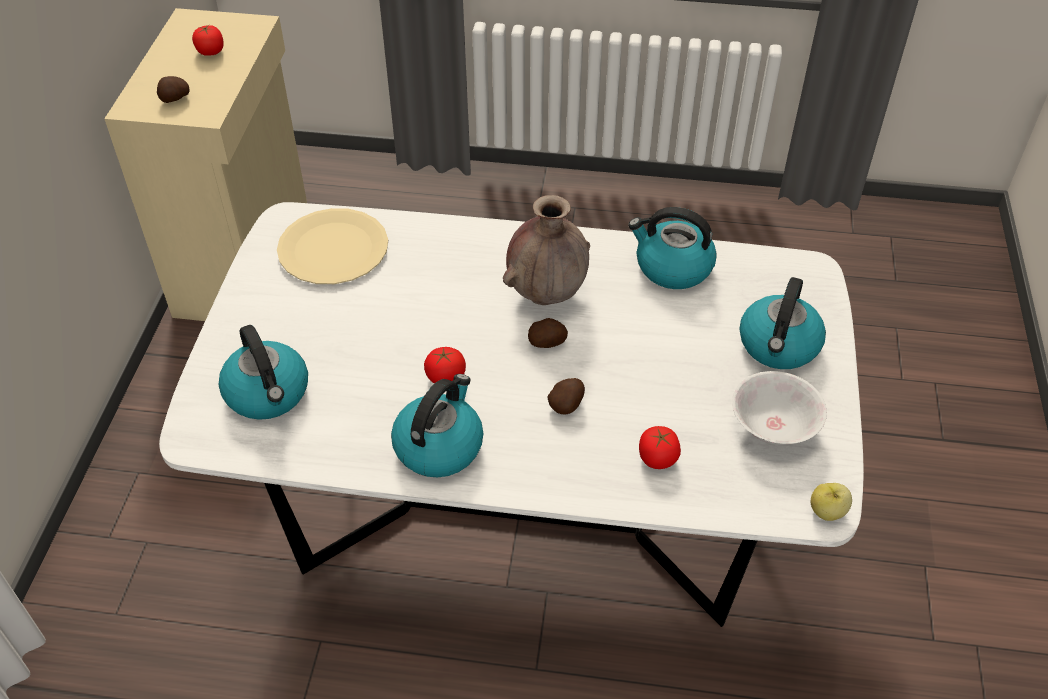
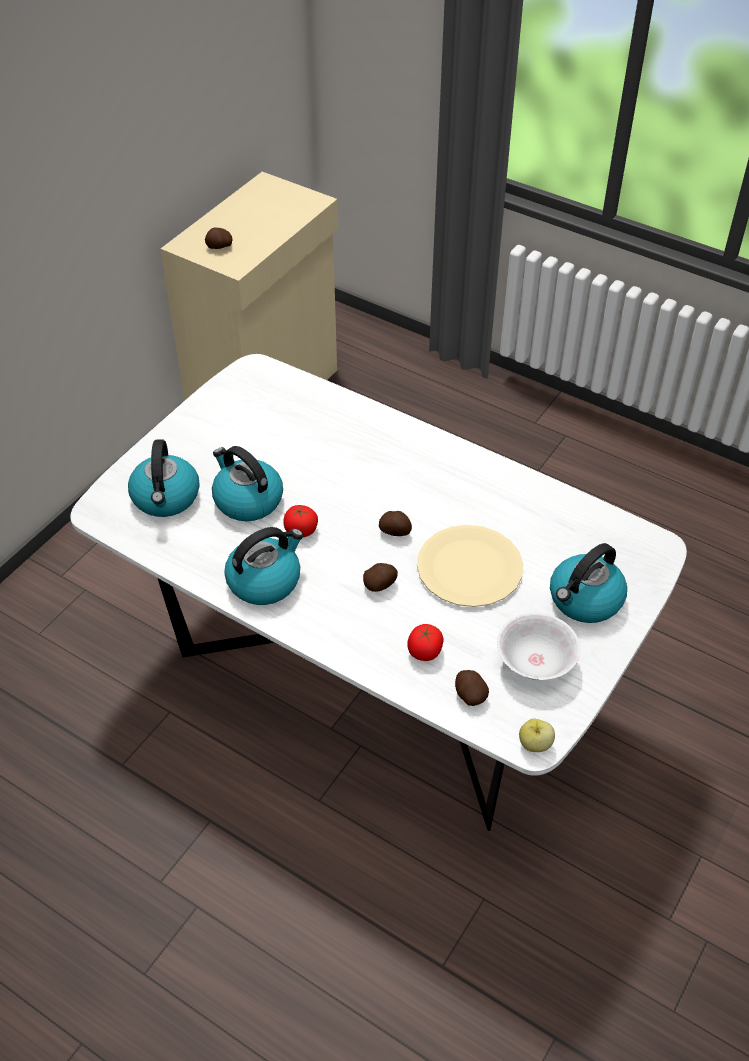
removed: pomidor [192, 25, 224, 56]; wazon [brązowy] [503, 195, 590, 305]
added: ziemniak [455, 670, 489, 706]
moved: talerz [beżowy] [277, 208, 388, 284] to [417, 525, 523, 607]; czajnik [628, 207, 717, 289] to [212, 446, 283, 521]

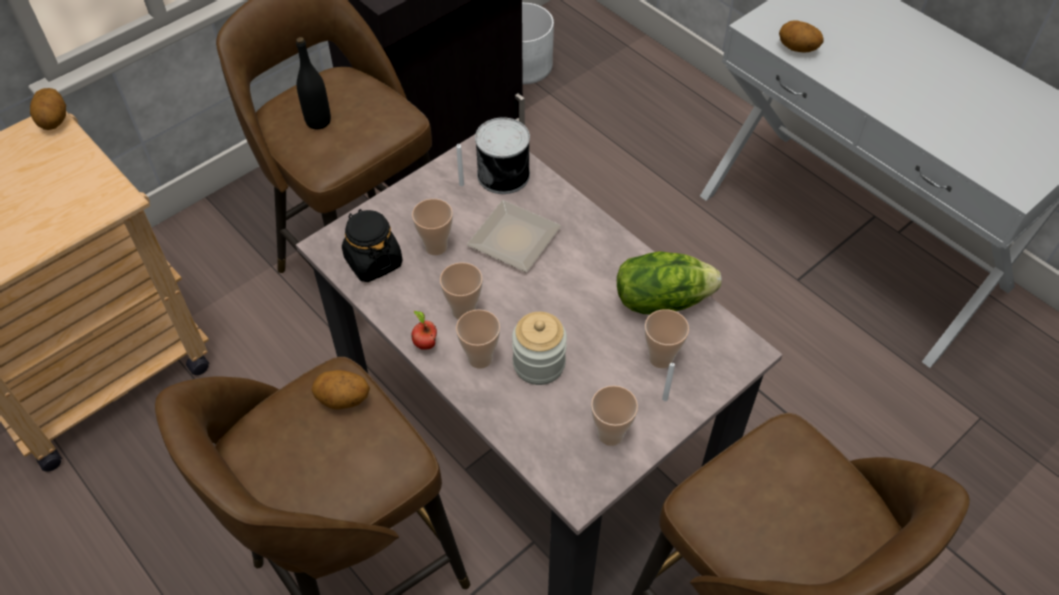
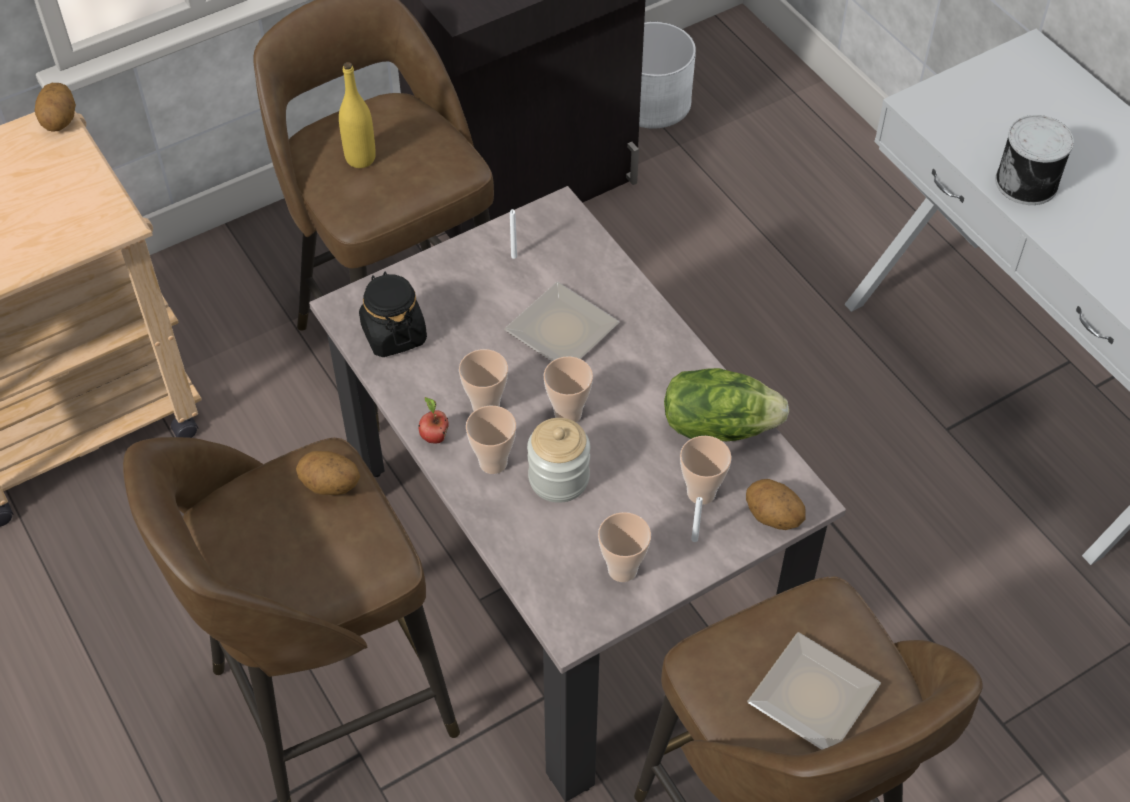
added: talerz [747, 632, 881, 750]
moved: filiżanka [412, 199, 453, 255] to [544, 356, 593, 422]; puszka [475, 117, 530, 194] to [995, 115, 1074, 205]; ziemniak [779, 20, 824, 52] to [746, 479, 806, 530]
recoloured: butelka [czarny] [296, 37, 331, 129] to butelka [żółty] [339, 62, 376, 168]

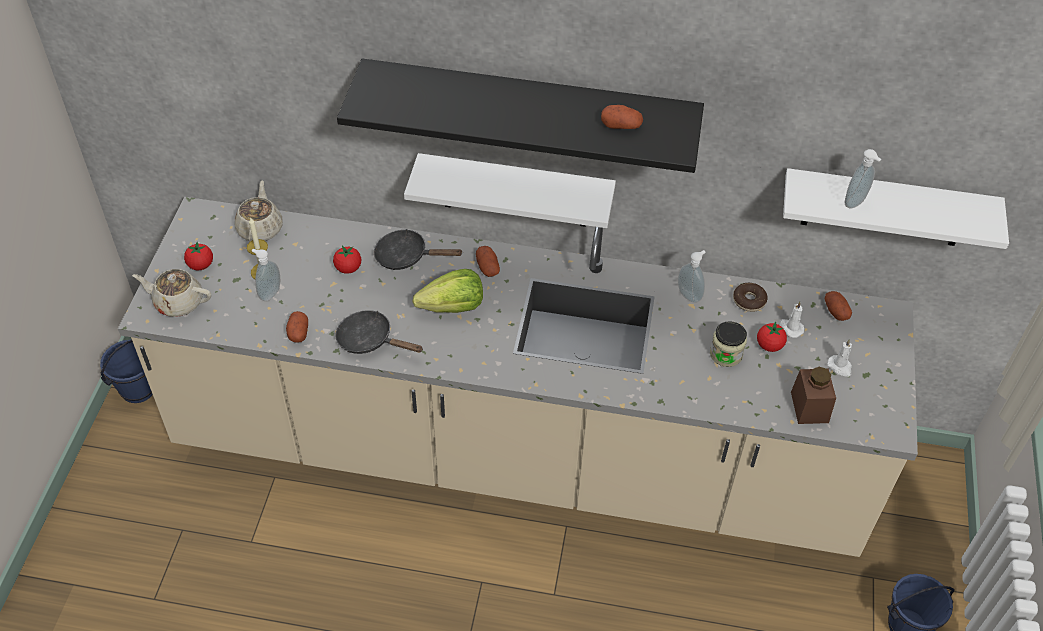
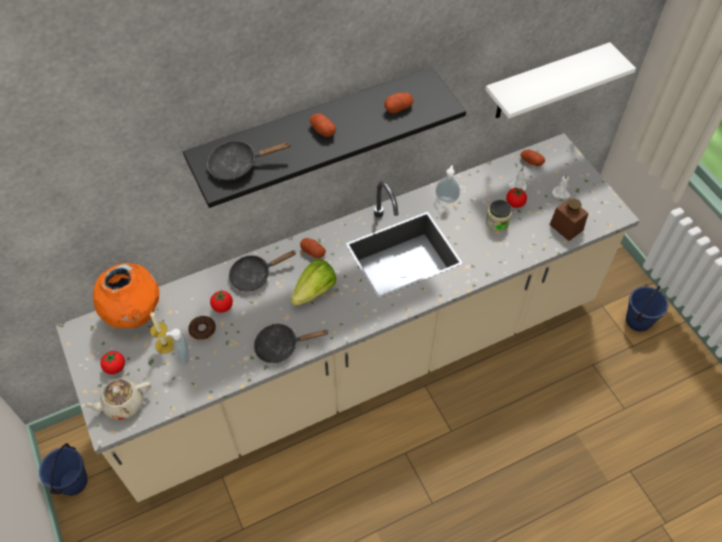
removed: półka [biały] [404, 153, 616, 228]; dozownik mydła [844, 149, 882, 209]
added: patelnia [czarny] [207, 141, 292, 181]
moved: ziemniak [286, 311, 308, 343] to [310, 113, 336, 137]; donut [733, 283, 768, 312] to [188, 316, 216, 341]
replaced: imbryk [beżowy] [235, 180, 283, 242] to wazon [pomarańczowy] [93, 263, 159, 328]

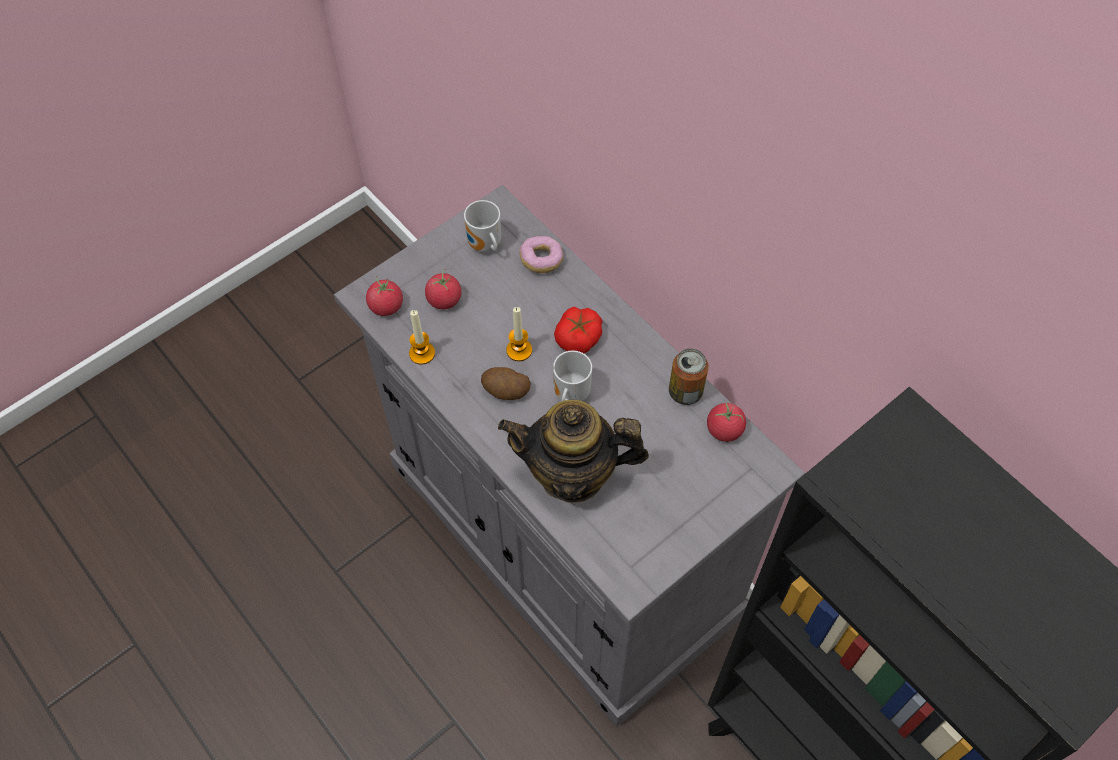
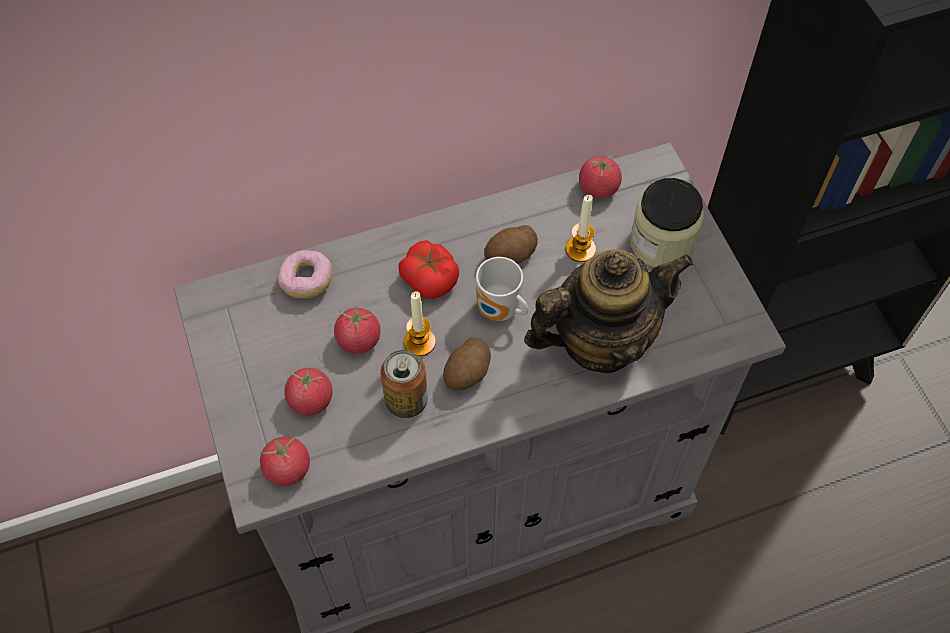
removed: kubek [464, 200, 501, 252]
added: pomidor [334, 306, 381, 354]; ziemniak [484, 225, 538, 264]; słoik [630, 178, 704, 267]
moved: świeca [409, 310, 435, 364] to [566, 195, 596, 262]; puszka [669, 348, 708, 405] to [380, 350, 428, 418]
turned: imbryk [498, 400, 649, 502] = [524, 249, 694, 373] 135 degrees counterclockwise

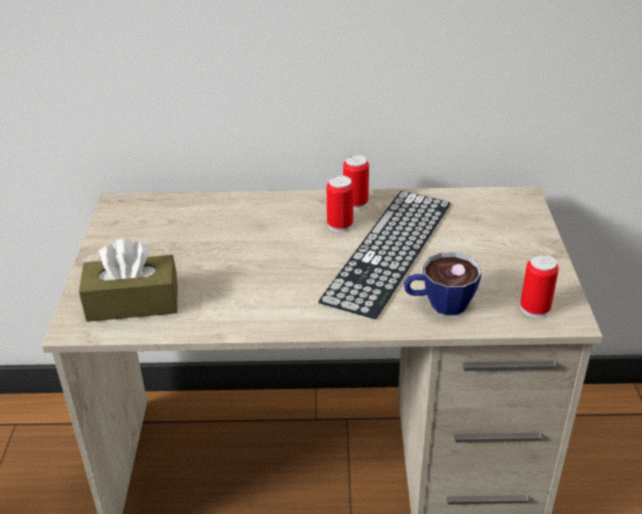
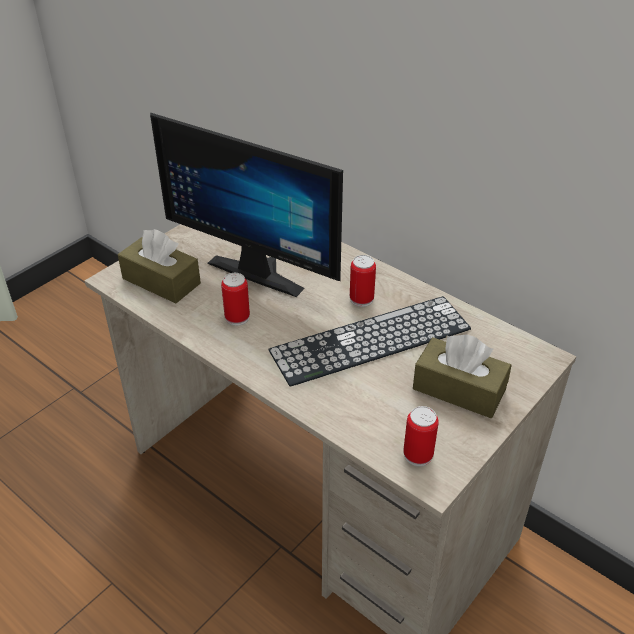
removed: filiżanka [404, 252, 481, 315]
added: monitor [150, 112, 343, 297]; pudełko chusteczek [brązowy] [413, 335, 512, 418]
moved: puszka [343, 155, 369, 210] to [221, 273, 250, 326]

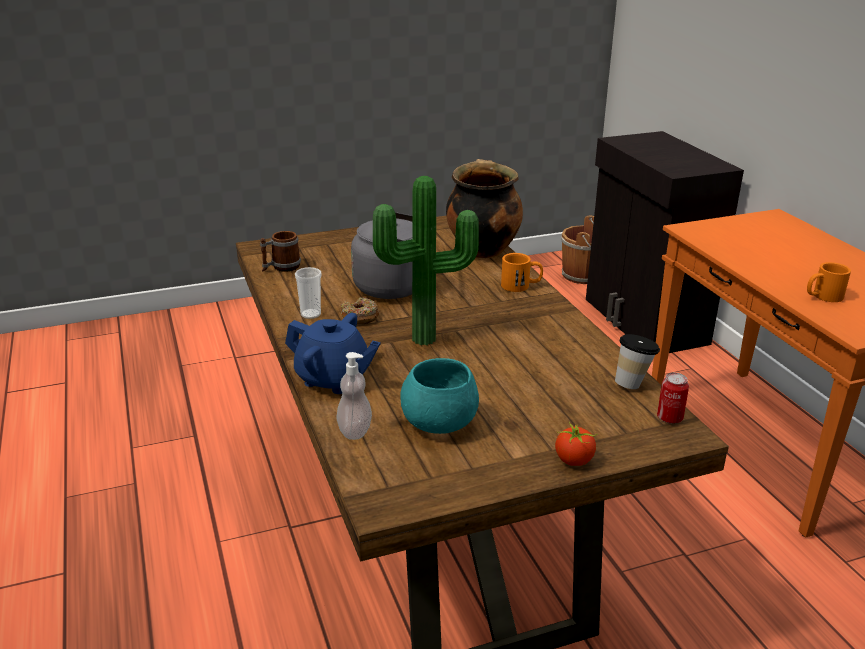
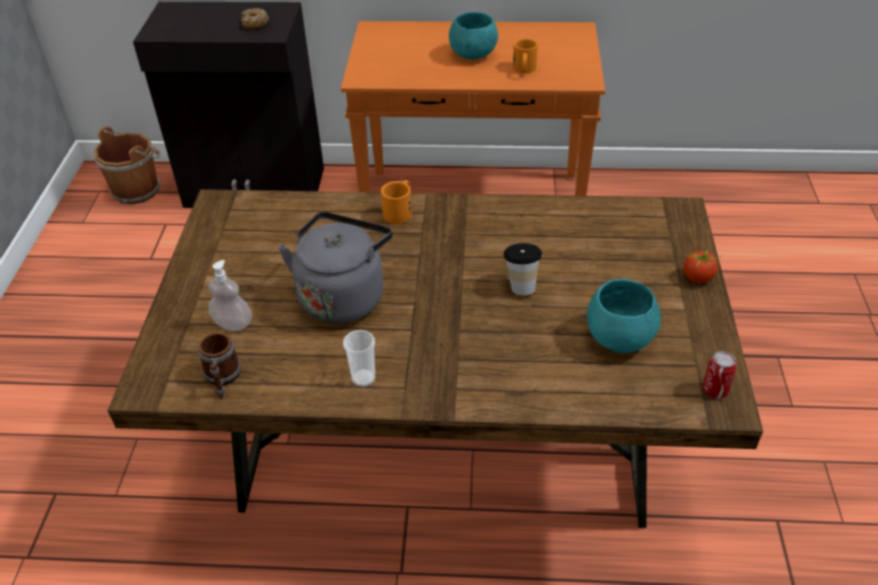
removed: imbryk [niebieski] [285, 313, 381, 394]; roślina doniczkowa [373, 176, 479, 345]; garnek [446, 159, 523, 259]
added: miska [turkusowy] [449, 12, 498, 59]
moved: dozownik mydła [337, 352, 372, 440] to [208, 260, 252, 331]; donut [340, 297, 379, 325] to [241, 8, 269, 29]; filiżanka [615, 334, 660, 389] to [503, 243, 542, 296]; puszka [657, 373, 689, 424] to [702, 351, 737, 399]

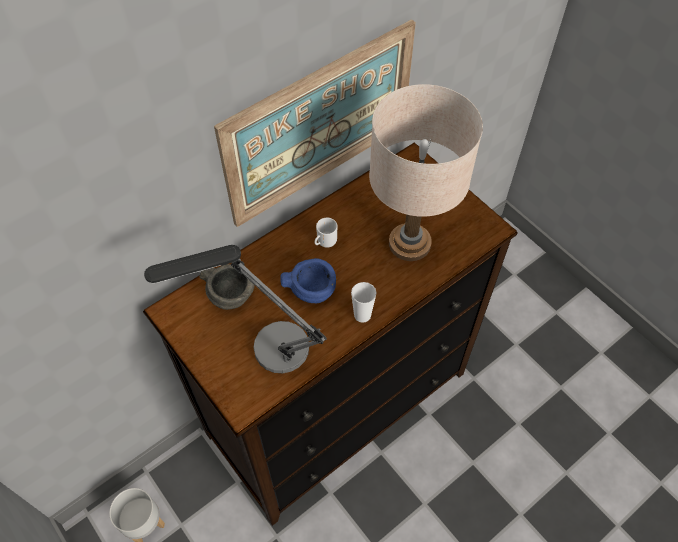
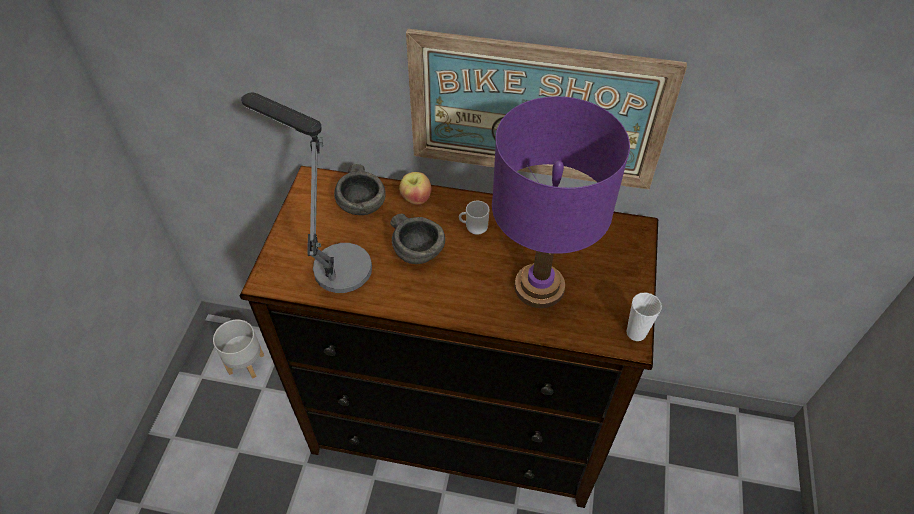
added: jabłko [399, 172, 431, 205]
moved: filiżanka [351, 282, 377, 323] to [626, 292, 662, 341]
recoloured: miska [niebieski] [280, 258, 336, 303] to miska [szary] [390, 213, 445, 264]; lampa stołowa [beżowy] [369, 84, 483, 261] to lampa stołowa [fioletowy] [492, 96, 630, 308]

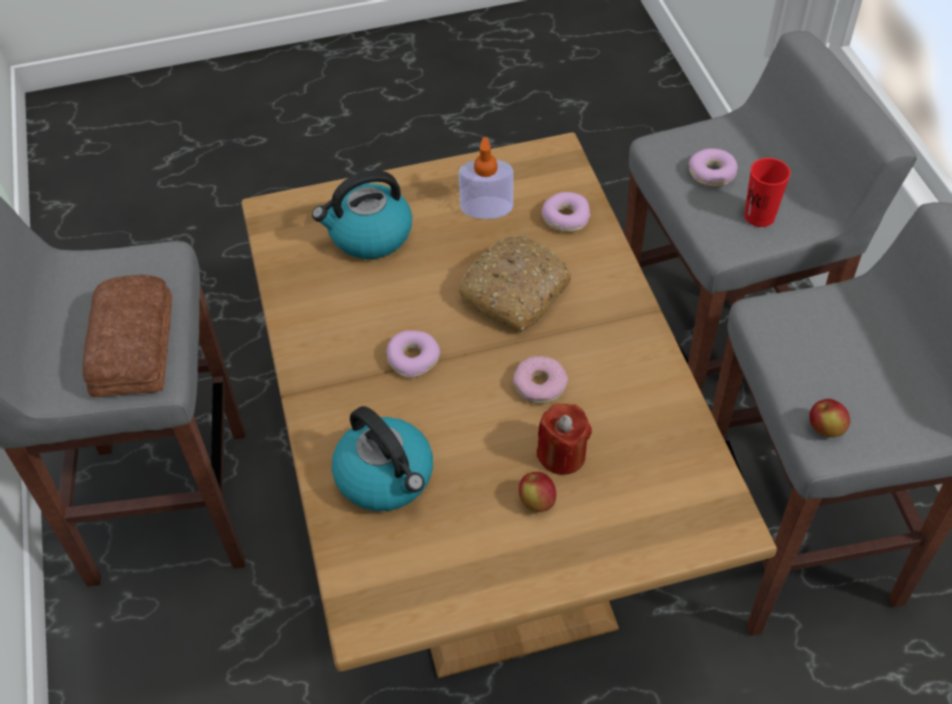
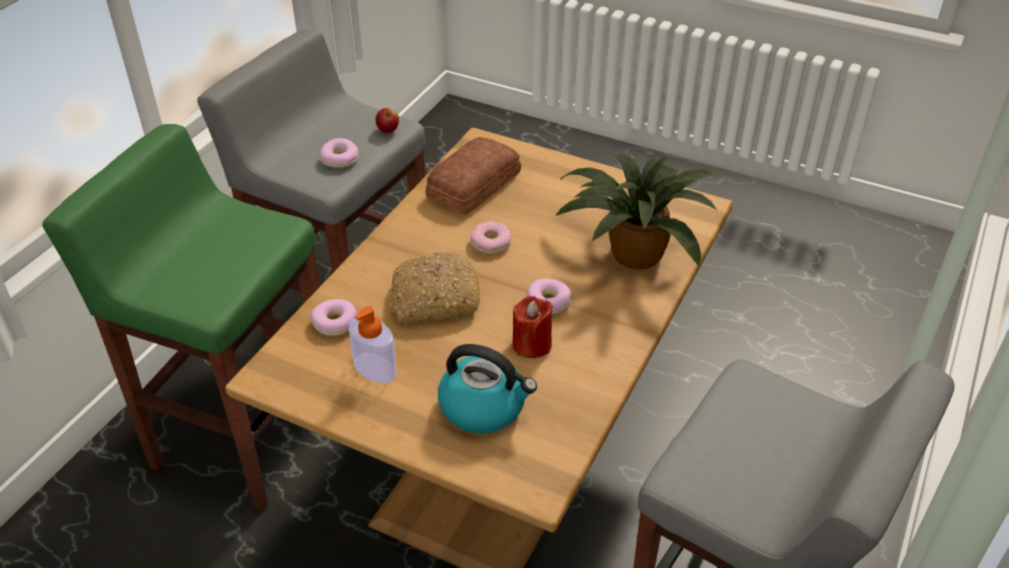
removed: jabłko [519, 472, 556, 512]; filiżanka [czerwony] [744, 158, 791, 227]
moved: chleb [83, 275, 172, 397] to [426, 137, 521, 215]; świeca [czerwony] [537, 403, 592, 475] to [512, 296, 553, 358]; donut [688, 148, 738, 187] to [320, 138, 359, 168]
replaced: czajnik [332, 406, 433, 511] to roślina doniczkowa [555, 154, 717, 270]
recoloured: stołek [szary] [625, 31, 917, 393] to stołek [zielony] [42, 124, 320, 511]

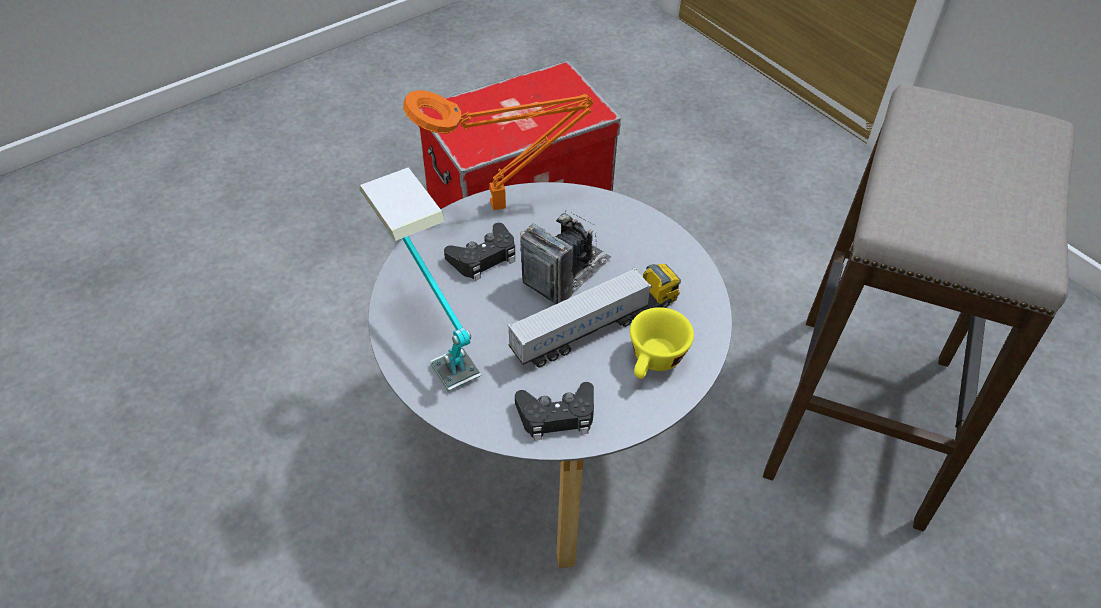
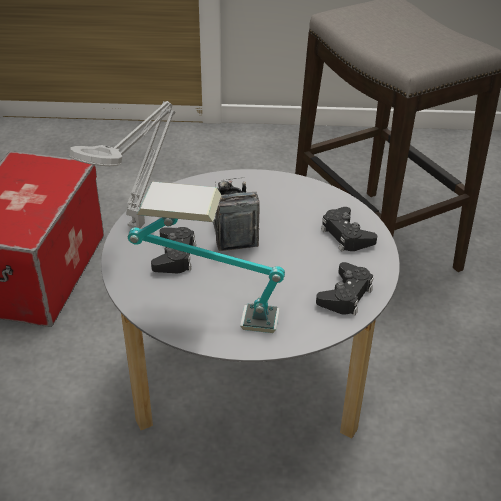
removed: ciężarówka zabawkowa [508, 264, 681, 367]
replaced: filiżanka [żółty] [630, 307, 694, 379] to pad do gier [czarny] [321, 207, 377, 251]
recoloured: lampa stołowa [pomarańczowy] [403, 90, 593, 210] to lampa stołowa [szary] [70, 101, 176, 228]

